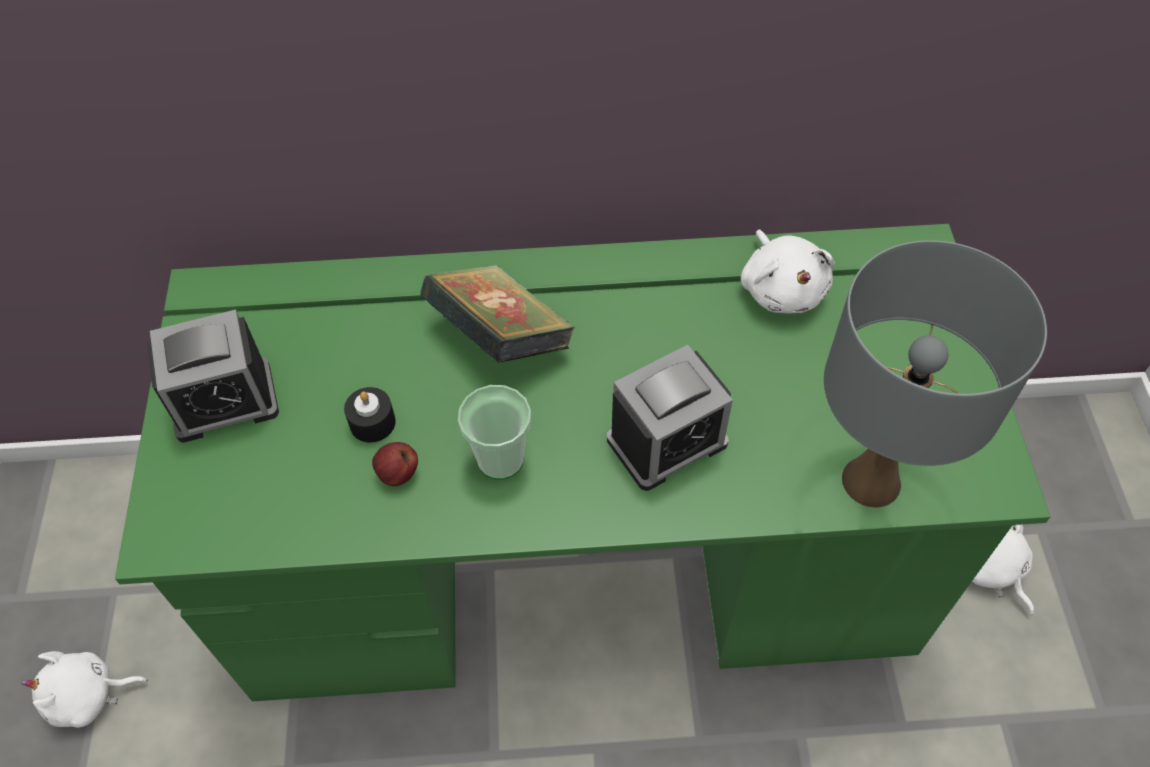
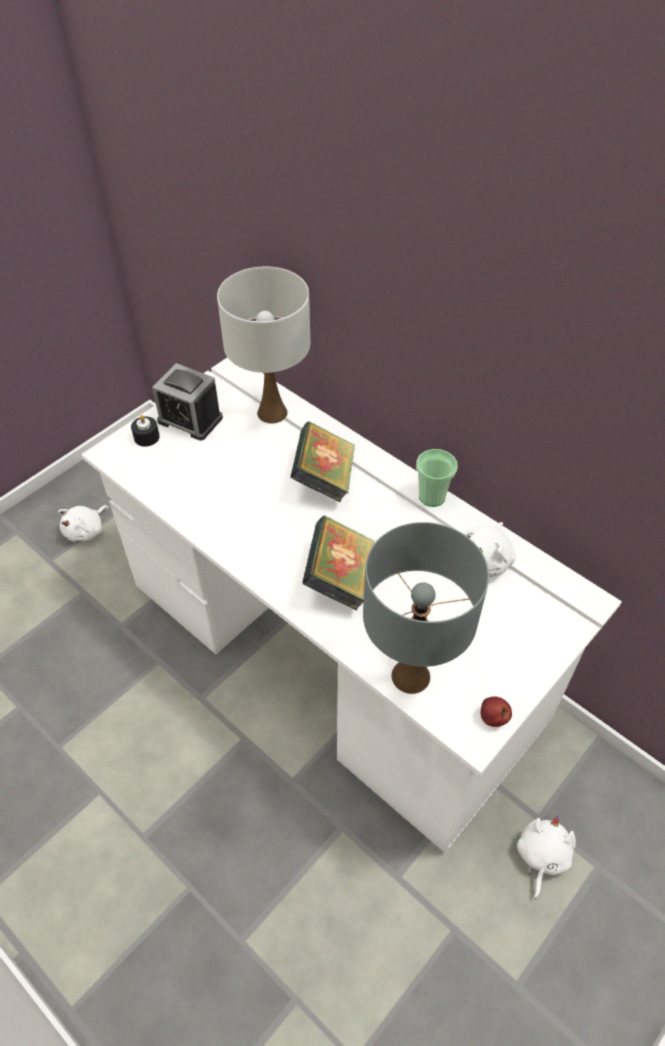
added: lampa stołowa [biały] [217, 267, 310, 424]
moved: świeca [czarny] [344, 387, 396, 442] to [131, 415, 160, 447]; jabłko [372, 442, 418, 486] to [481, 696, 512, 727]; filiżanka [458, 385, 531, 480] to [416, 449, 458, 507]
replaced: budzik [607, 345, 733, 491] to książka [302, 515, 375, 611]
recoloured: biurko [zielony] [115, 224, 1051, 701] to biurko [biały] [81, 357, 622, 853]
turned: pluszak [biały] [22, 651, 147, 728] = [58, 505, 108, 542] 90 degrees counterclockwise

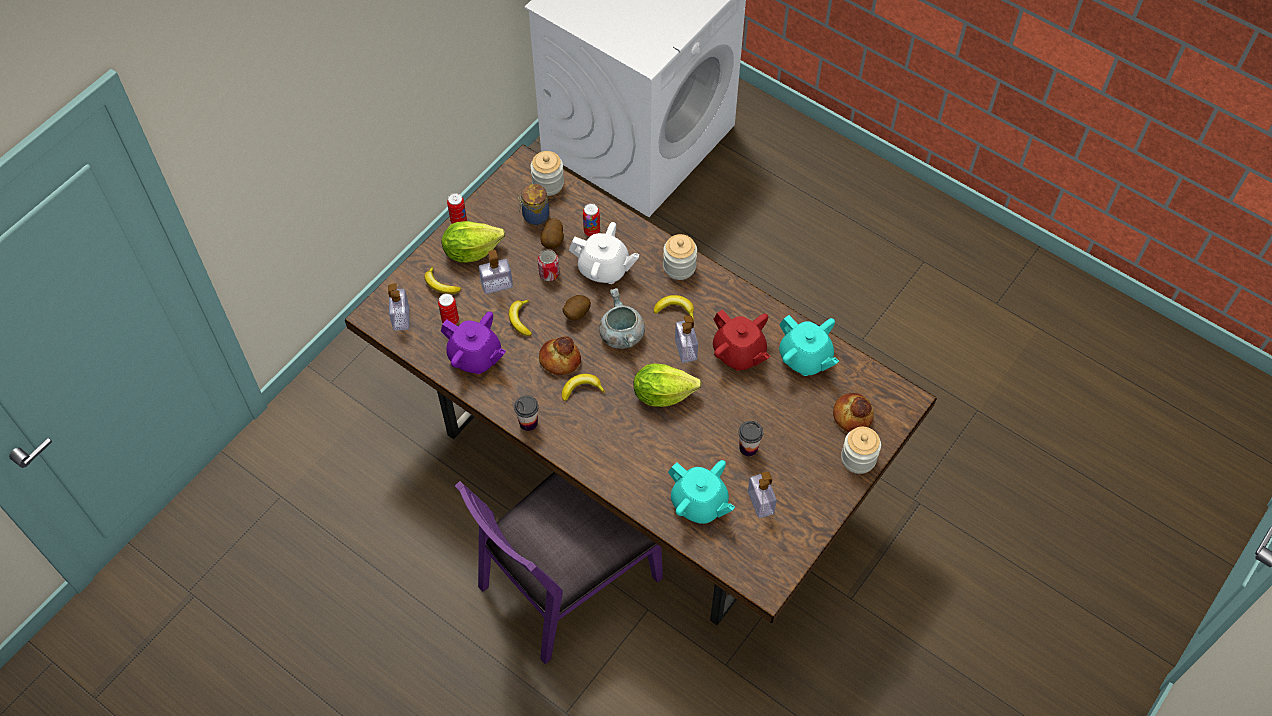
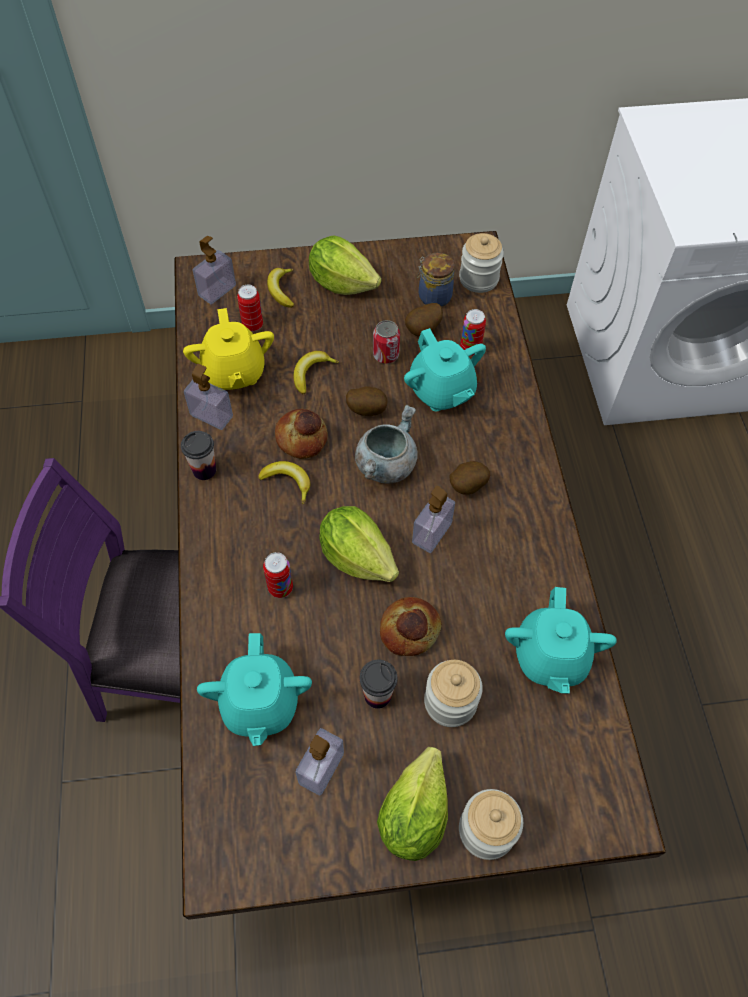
removed: imbryk [czerwony] [713, 309, 770, 371]
added: sałata [377, 747, 448, 861]
moved: puszka [447, 193, 467, 224] to [263, 552, 293, 598]; dozownik mydła [479, 250, 513, 294] to [184, 364, 233, 430]; słoik [663, 234, 697, 280] to [424, 660, 483, 727]; chleb [833, 393, 874, 432] to [380, 597, 442, 656]
replaced: banan [654, 295, 694, 321] to ziemniak [450, 461, 490, 495]
recoloured: imbryk [fioletowy] [441, 312, 506, 374] to imbryk [żółty] [183, 308, 274, 390]; imbryk [biały] [569, 222, 640, 284] to imbryk [turkusowy] [404, 328, 486, 411]

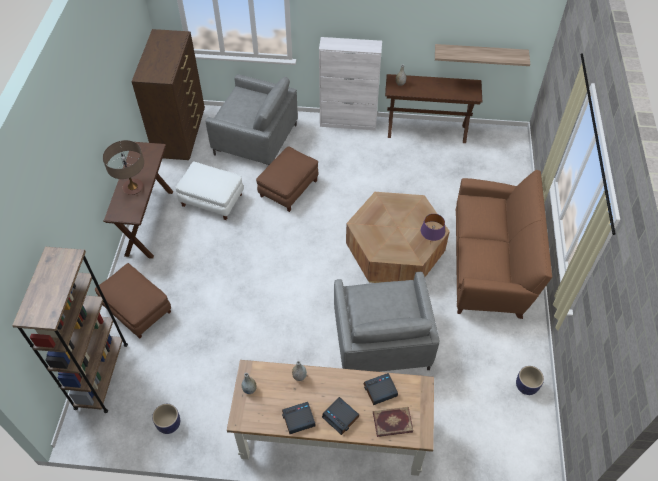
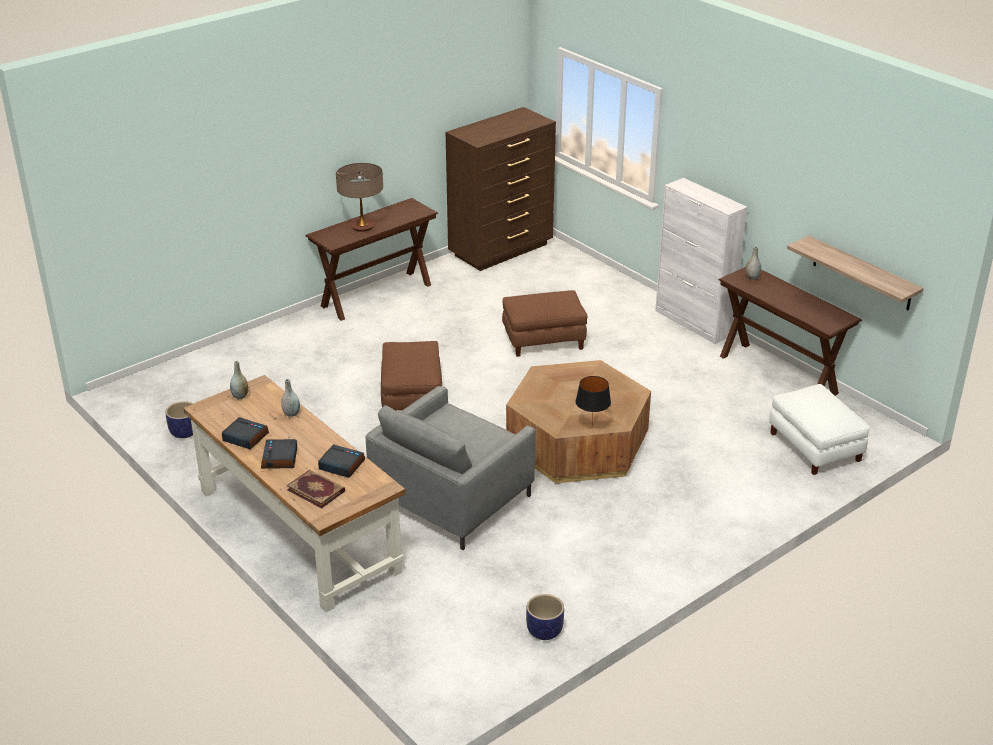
removed: regał [brązowy] [12, 247, 128, 413]; fotel [szary] [205, 74, 298, 166]; kanapa [brązowy] [456, 170, 552, 319]
moved: pufa [brązowy] [95, 263, 171, 339] to [381, 341, 442, 410]; pufa [biały] [175, 161, 243, 220] to [769, 384, 870, 475]
recoloured: lampa stołowa [fioletowy] [421, 214, 445, 244] to lampa stołowa [czarny] [576, 376, 611, 423]

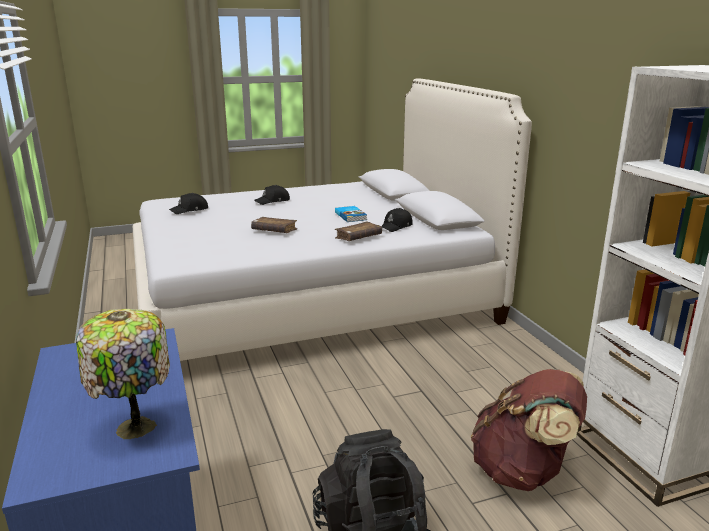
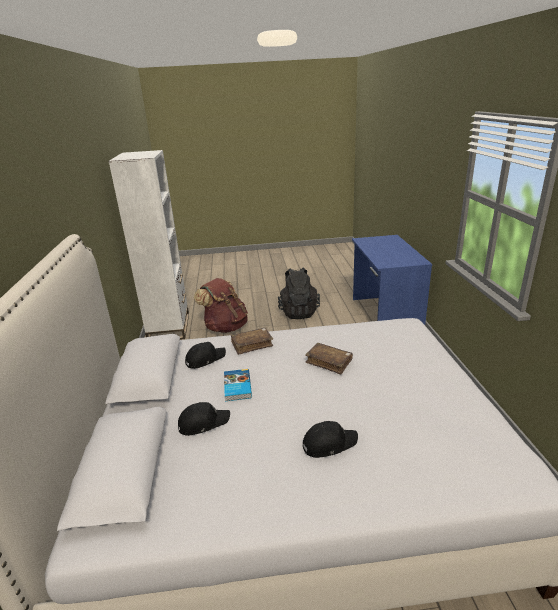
removed: lampa stołowa [76, 309, 170, 439]
moved: czapka z daszkiem [czarny] [169, 193, 208, 214] to [178, 402, 230, 436]

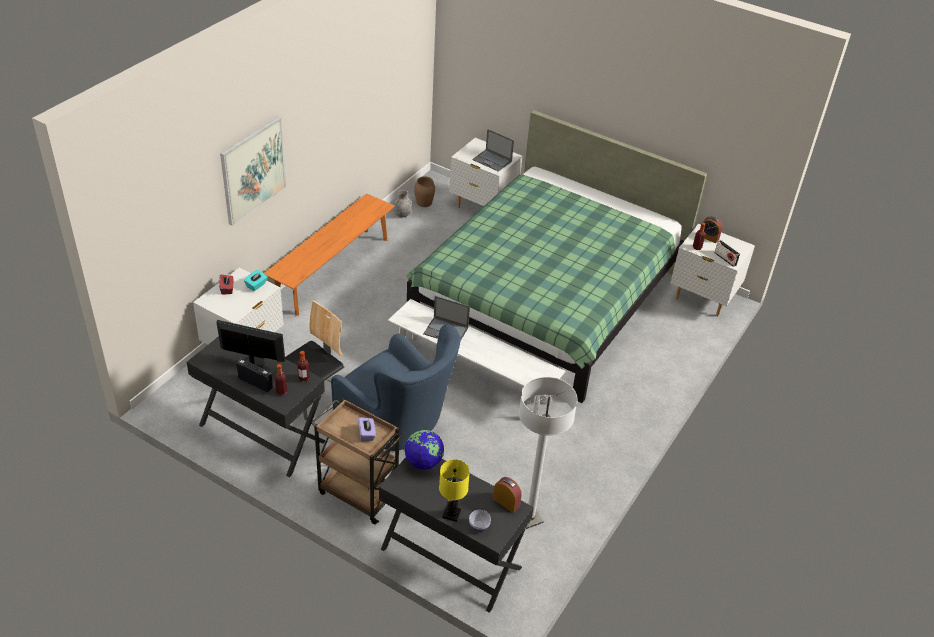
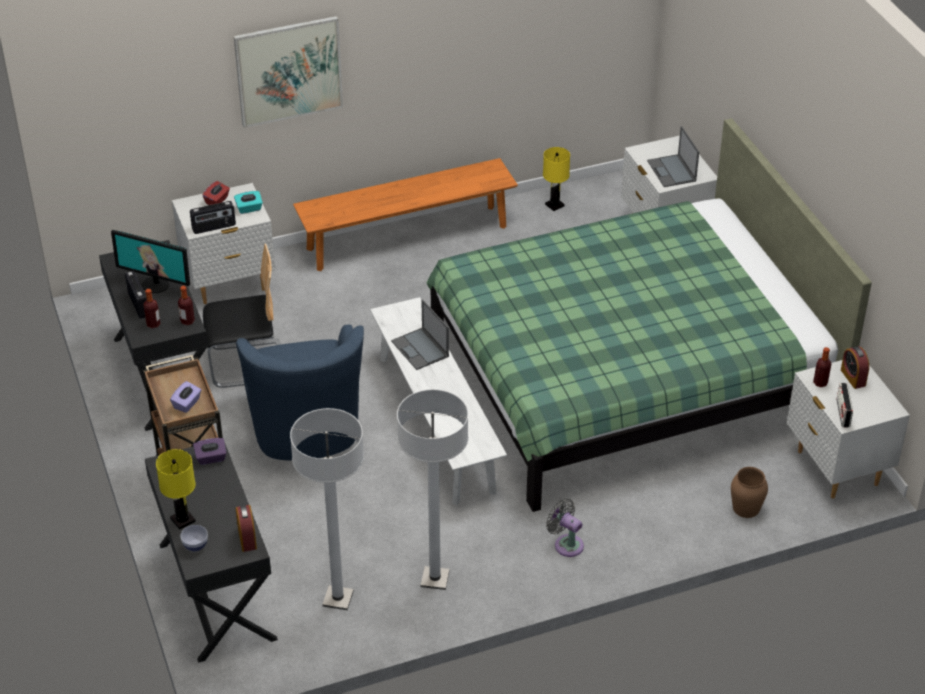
added: radio [190, 201, 236, 234]; lampa stojąca [biały] [397, 389, 468, 590]; wentylator [szary] [546, 498, 584, 557]
moved: wazon [brązowy] [414, 176, 435, 207] to [731, 467, 768, 518]
replaced: wazon [szary] [393, 190, 412, 217] to lampa stołowa [żółty] [543, 147, 570, 211]; globus [405, 430, 444, 470] to pudełko chusteczek [fioletowy] [193, 438, 227, 465]
turned: monitor [216, 320, 285, 368] = [111, 230, 190, 293] 150 degrees clockwise

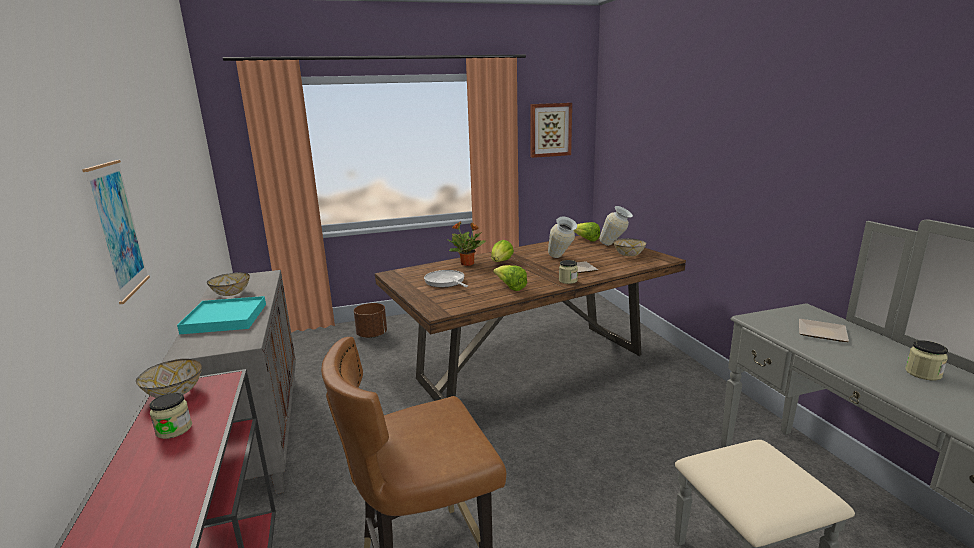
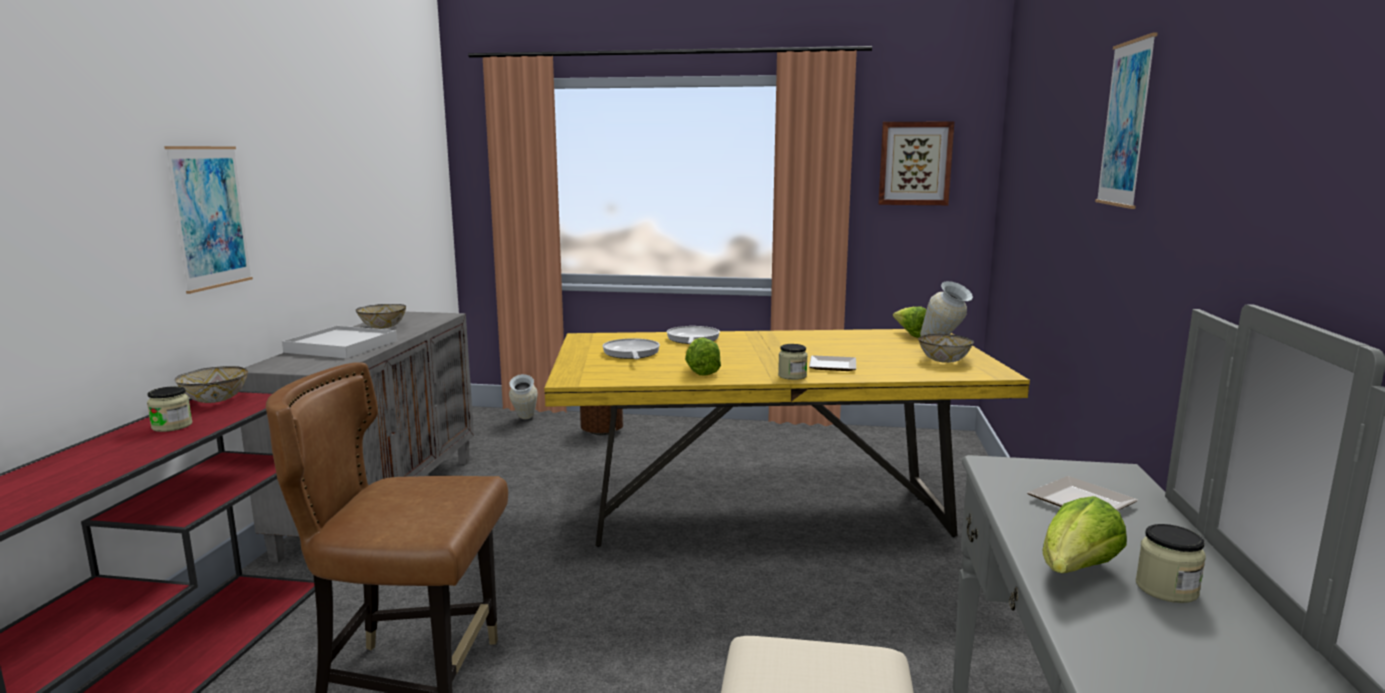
added: obraz [1095, 33, 1157, 209]
moved: sałata [491, 240, 514, 262] to [1043, 496, 1127, 573]; wazon [548, 217, 577, 258] to [509, 374, 538, 419]
replaced: roślina doniczkowa [447, 221, 486, 266] to patelnia [667, 326, 720, 344]
recoloured: taca [turkusowy] [177, 296, 266, 334] to taca [biały] [282, 326, 397, 359]; stół jadalny [brązowy] [375, 235, 686, 401] to stół jadalny [żółty] [544, 329, 1030, 547]

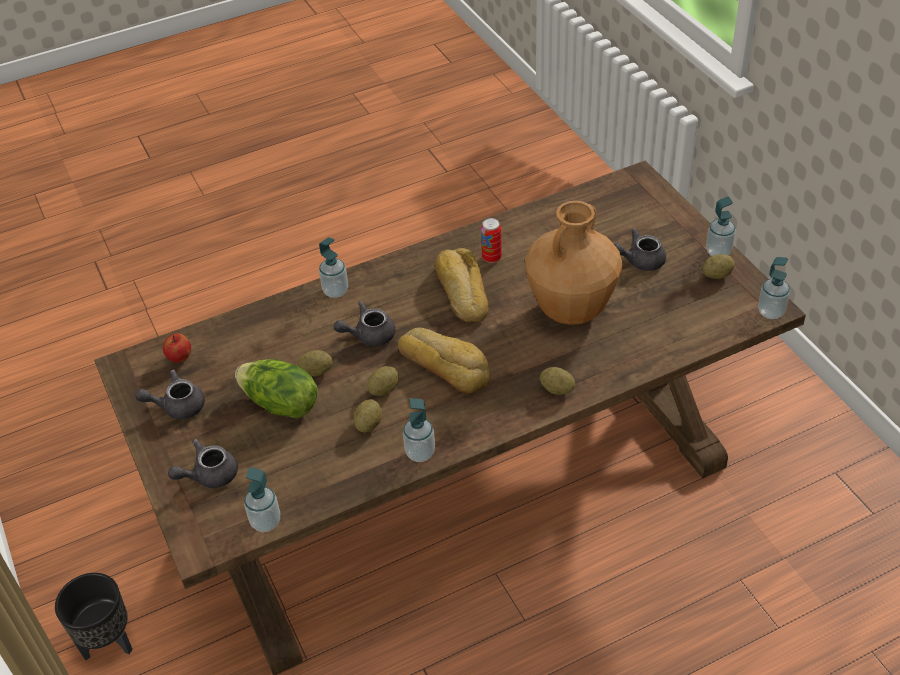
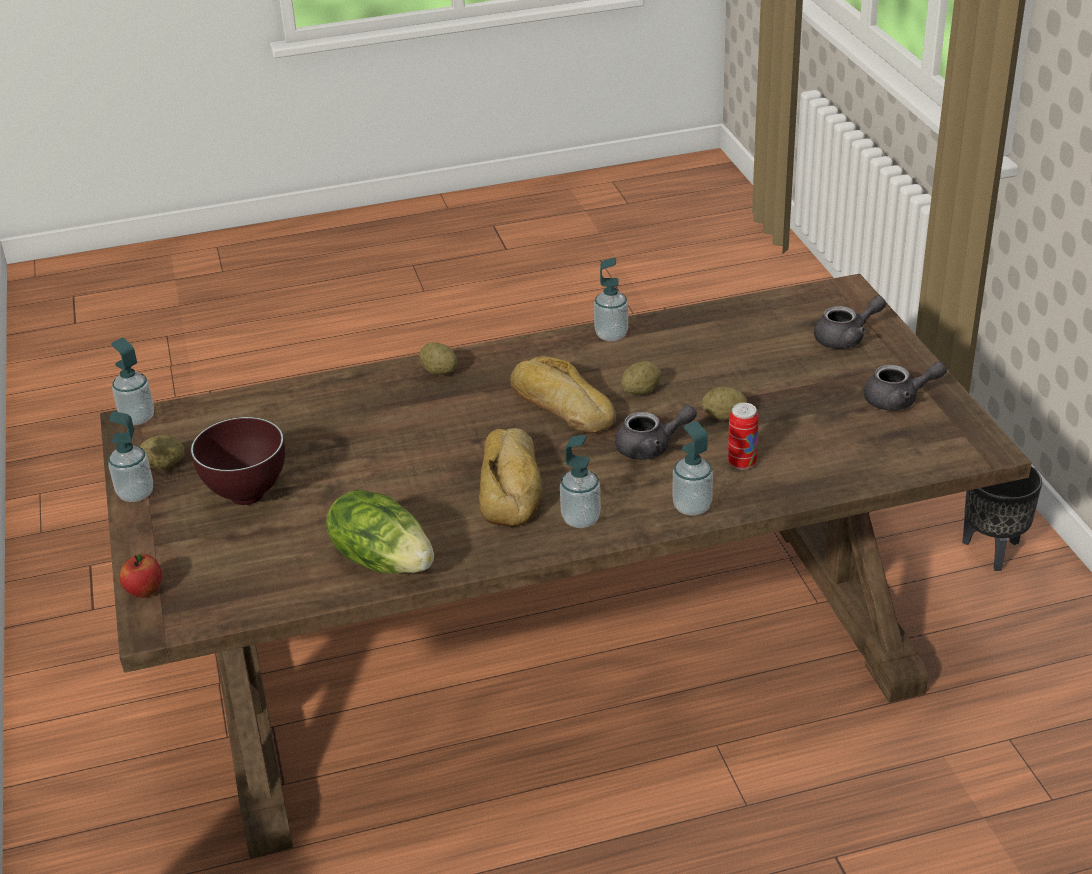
removed: ziemniak [354, 399, 382, 432]; wazon [brązowy] [525, 201, 623, 325]
moved: jabłko [163, 333, 191, 363] to [120, 554, 162, 598]; sałata [235, 359, 318, 418] to [326, 489, 434, 574]; dozownik mydła [244, 467, 280, 532] to [560, 435, 601, 528]; puszka [481, 218, 502, 263] to [728, 403, 759, 470]
replaced: imbryk [szary] [614, 228, 666, 271] to miska [brązowy] [191, 417, 285, 505]

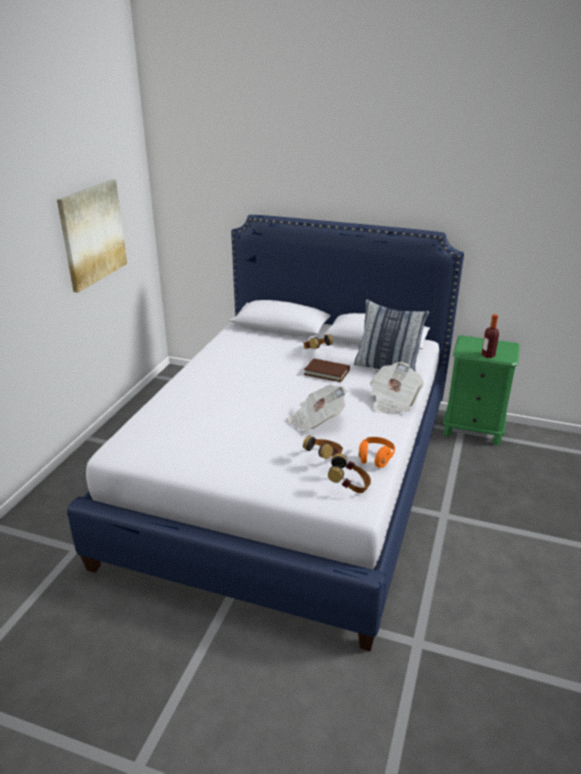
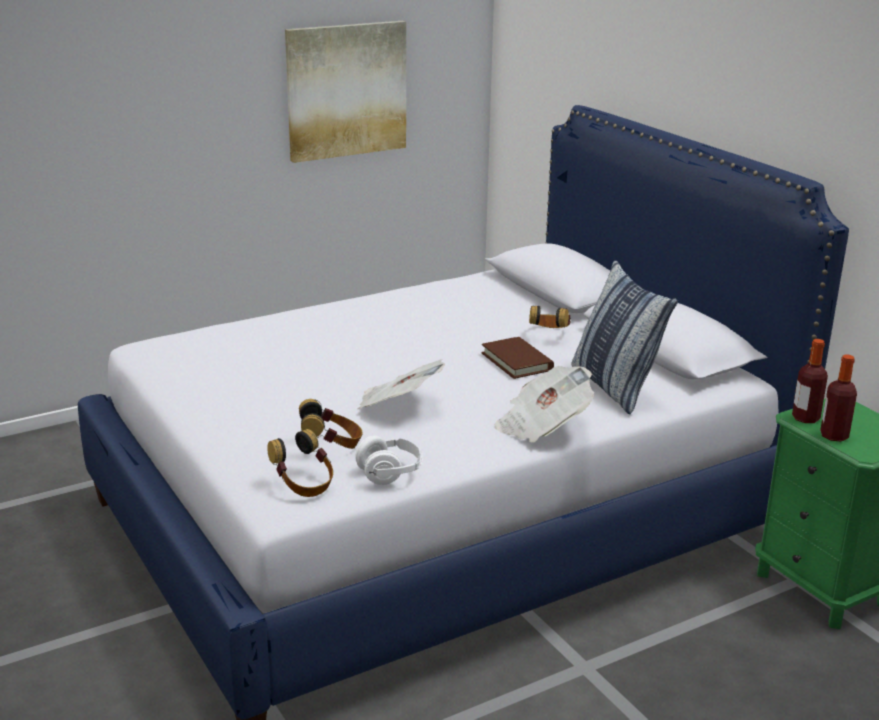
added: butelka [792, 339, 828, 423]
recoloured: słuchawki [pomarańczowy] [358, 437, 395, 468] to słuchawki [biały] [355, 436, 423, 485]

